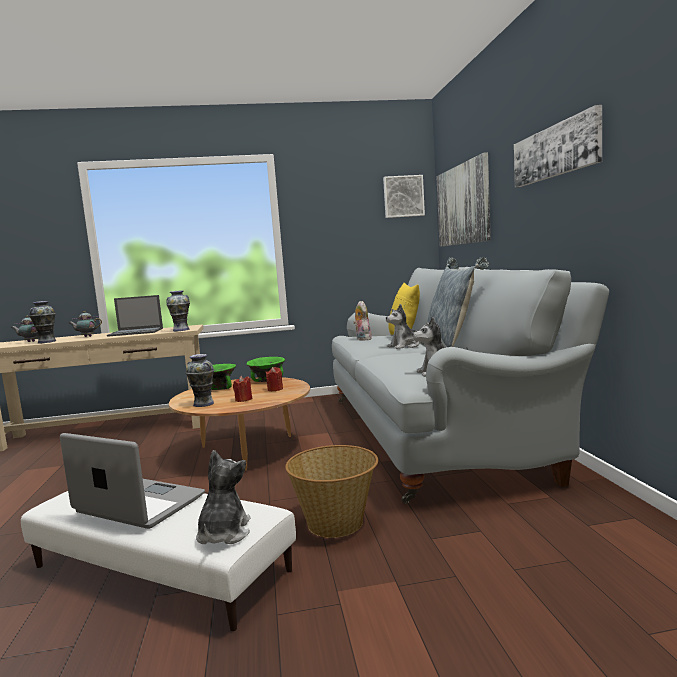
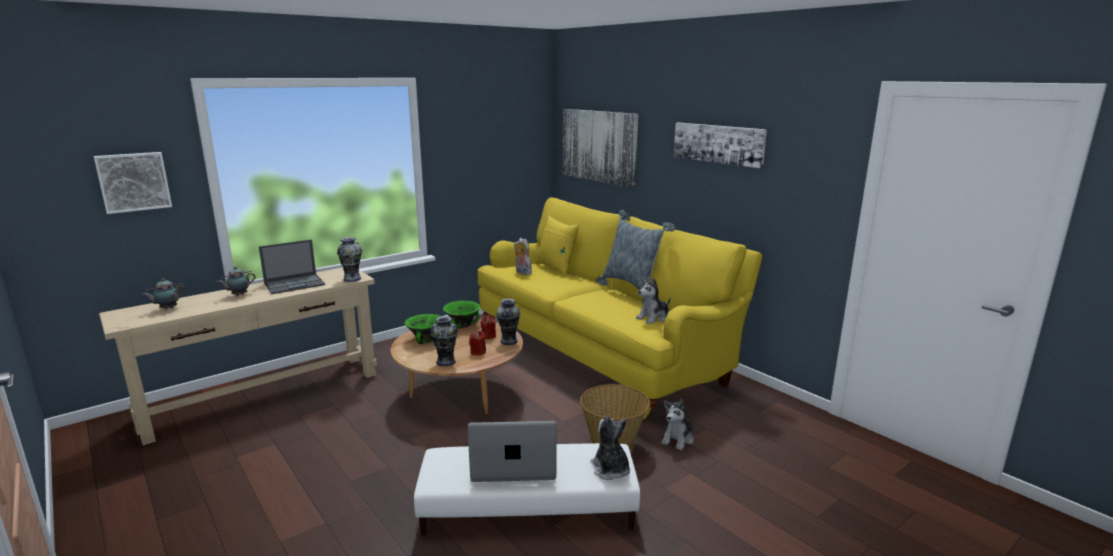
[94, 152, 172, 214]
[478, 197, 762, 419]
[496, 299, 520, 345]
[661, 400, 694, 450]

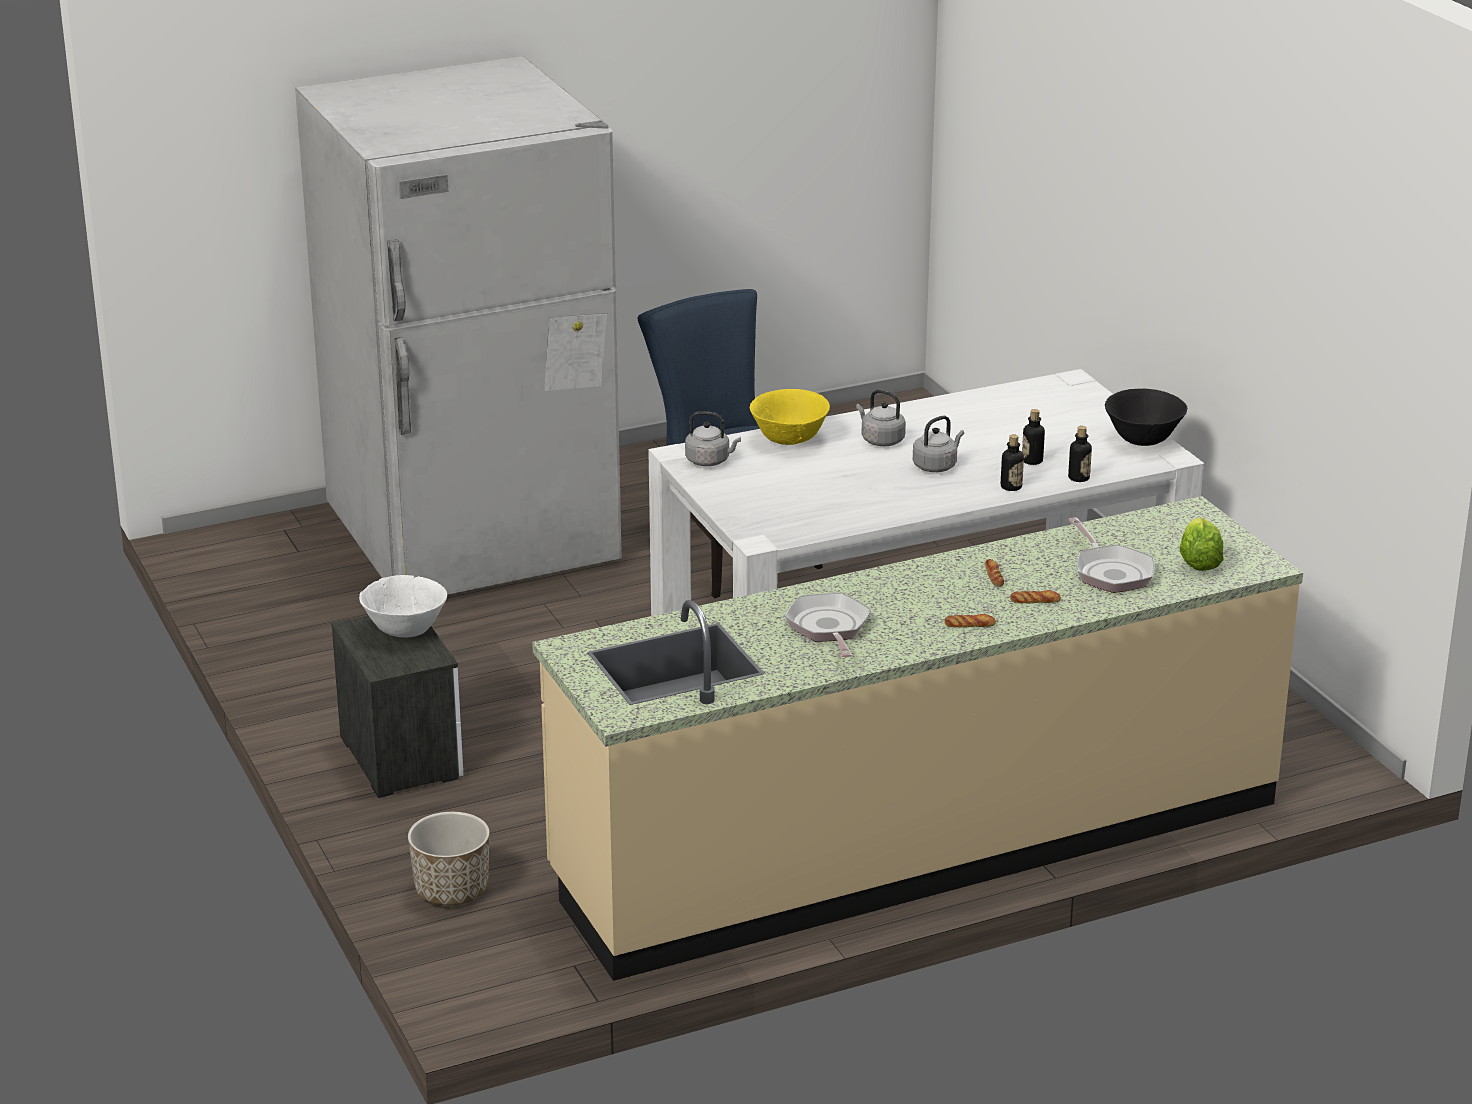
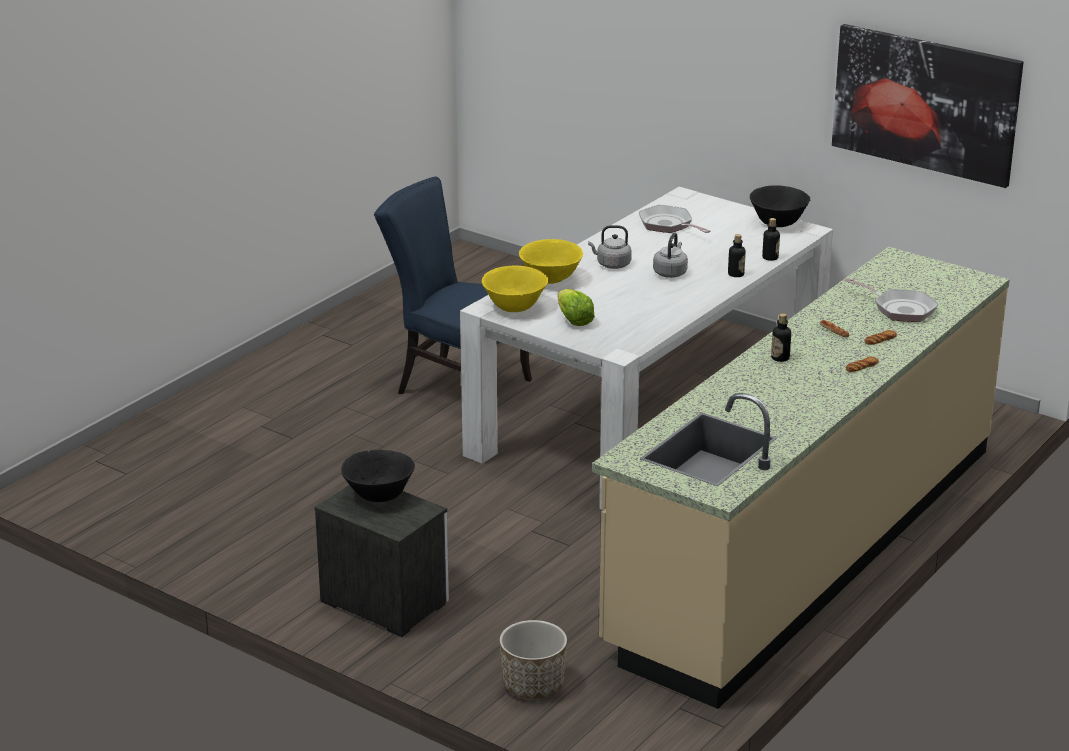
[295, 56, 622, 595] (first image)
[771, 313, 791, 362]
[482, 266, 548, 312]
[557, 289, 595, 326]
[341, 450, 415, 502]
[639, 205, 711, 233]
[832, 24, 1024, 188]

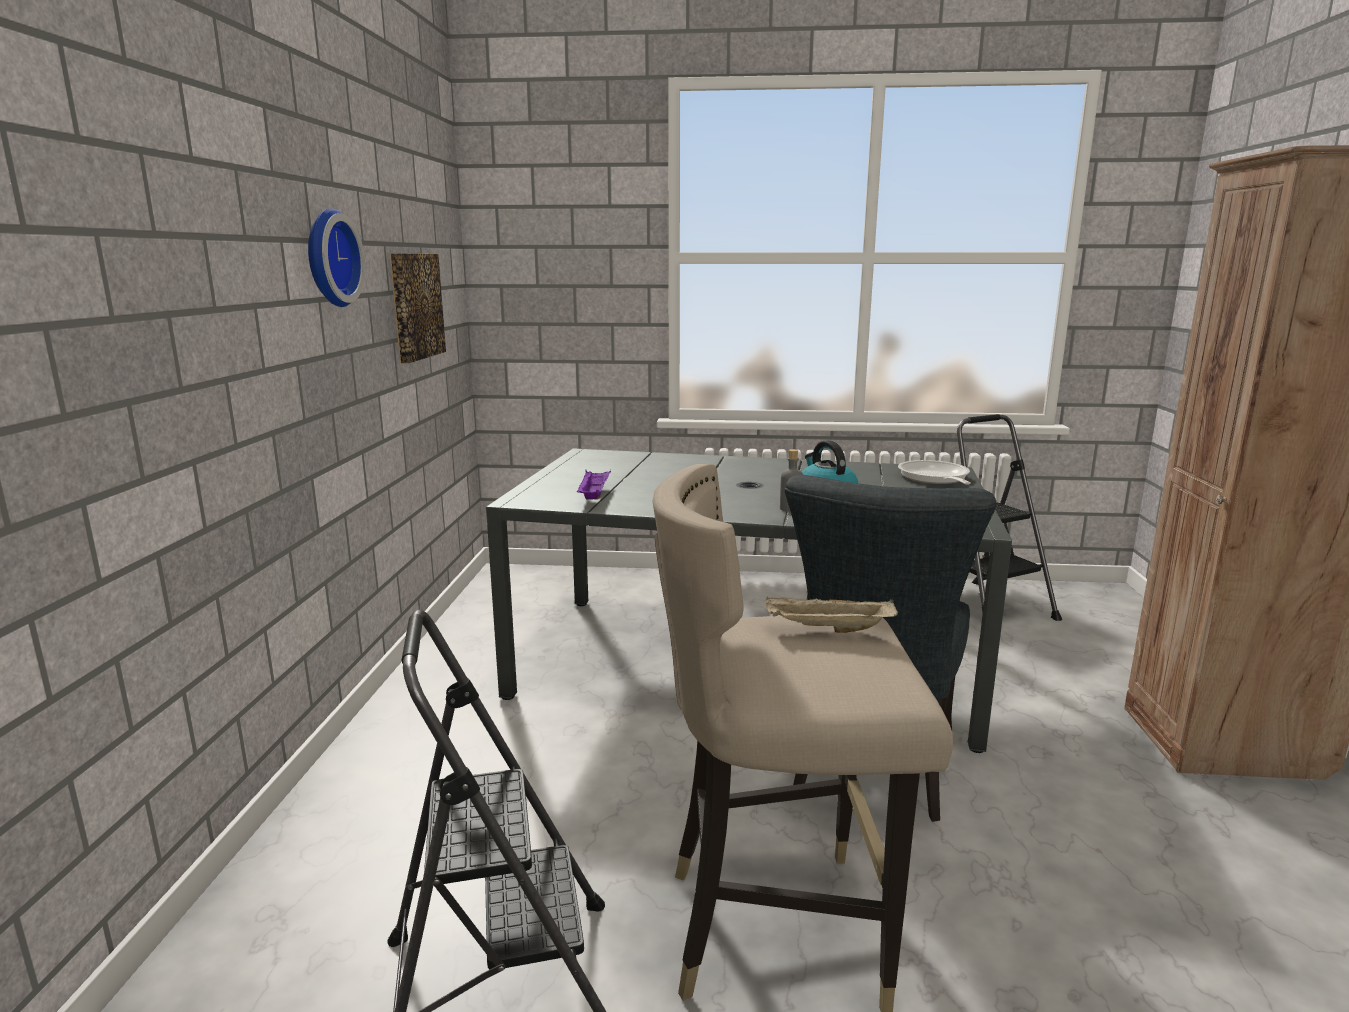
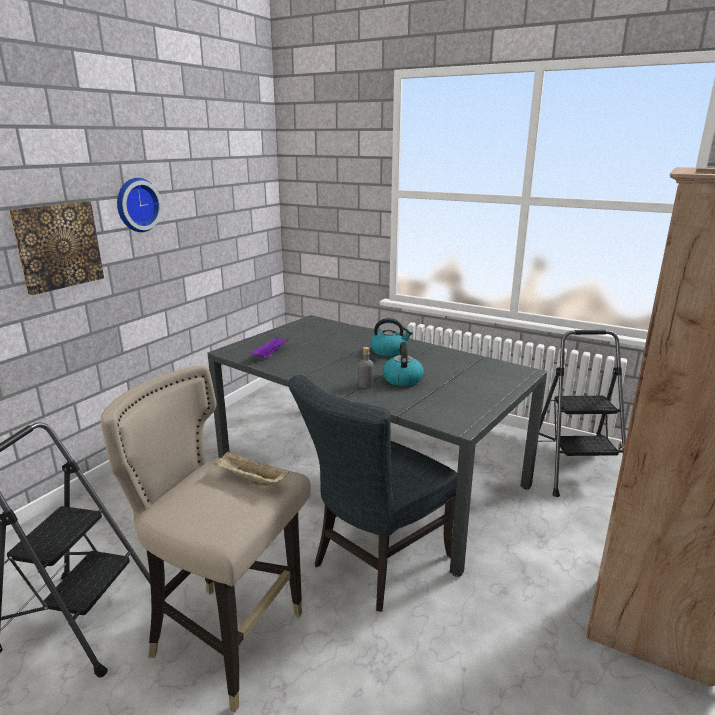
[9, 202, 104, 295]
[898, 460, 971, 485] (first image)
[370, 318, 412, 356]

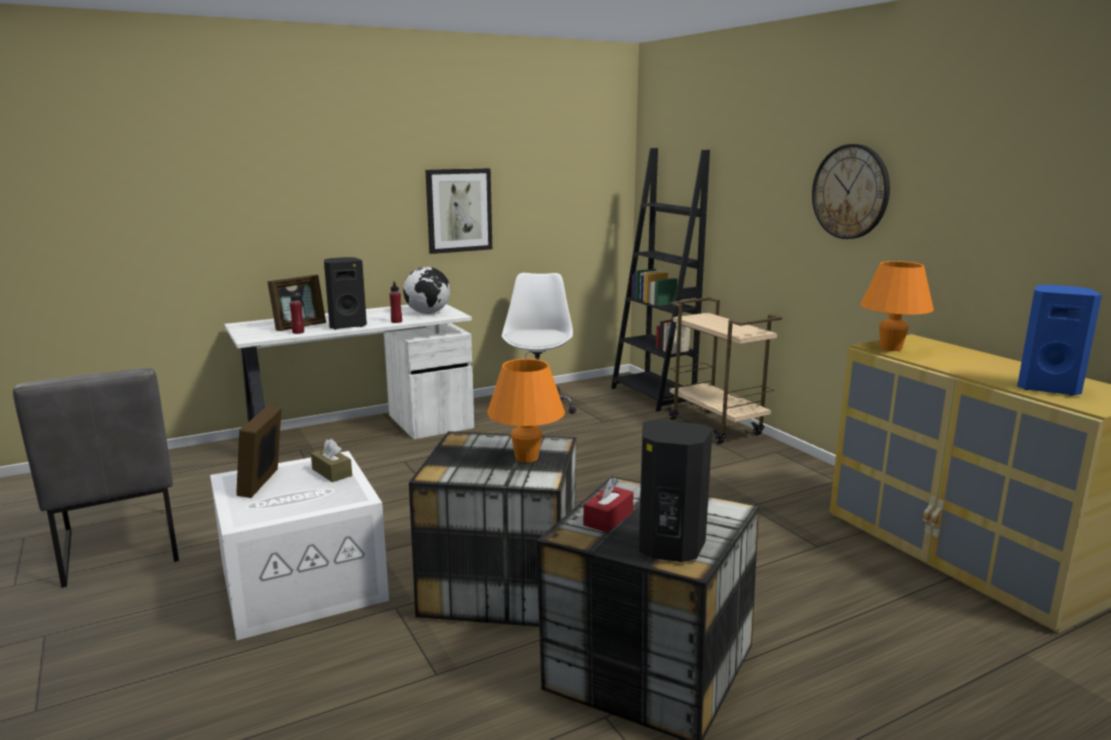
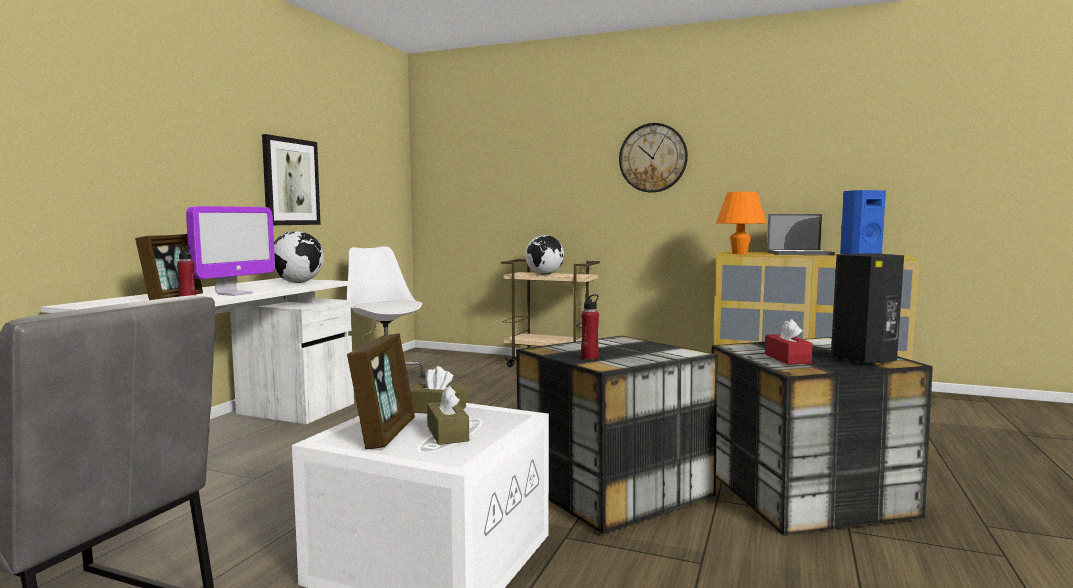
[611, 148, 710, 412] (first image)
[186, 206, 275, 296]
[581, 294, 599, 359]
[487, 359, 565, 463] (first image)
[347, 333, 415, 449]
[767, 214, 835, 255]
[525, 235, 564, 275]
[427, 386, 469, 445]

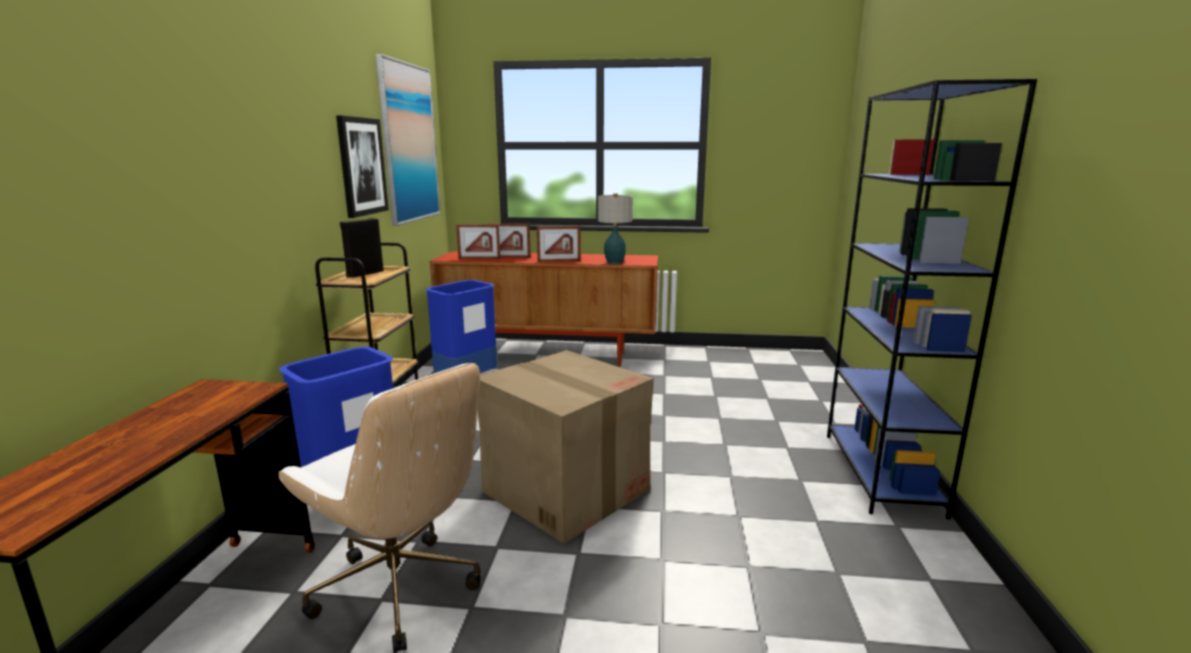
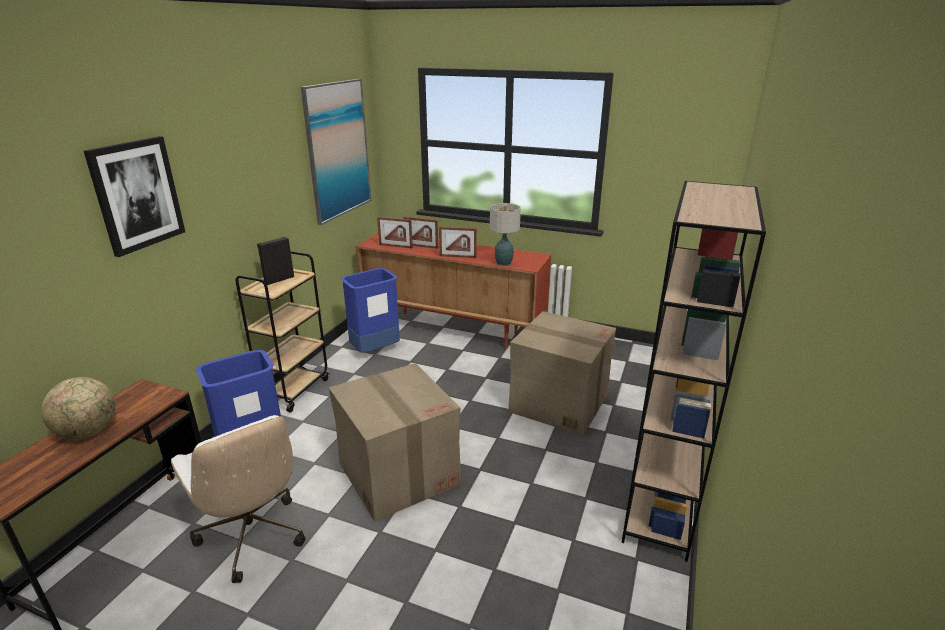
[621, 181, 766, 562]
[84, 136, 185, 257]
[508, 311, 616, 436]
[41, 377, 115, 439]

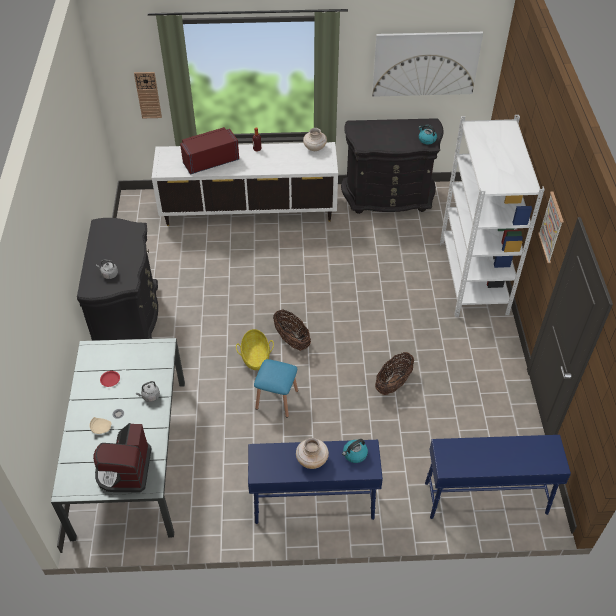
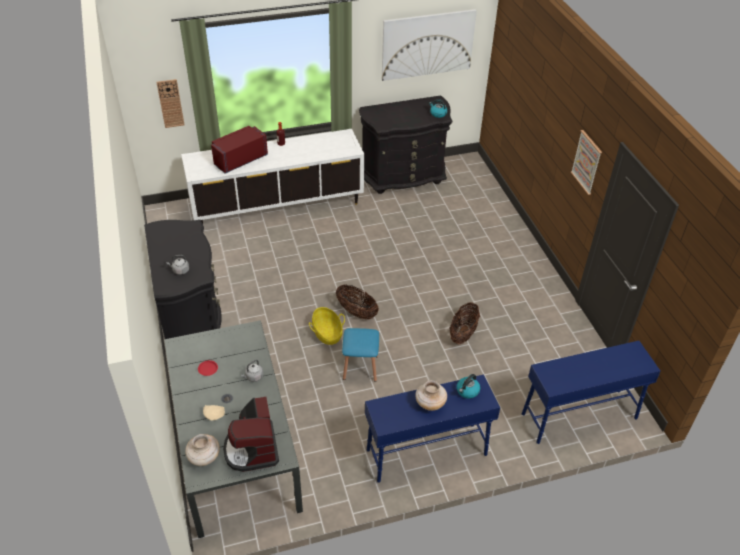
[440, 115, 545, 317] (first image)
[185, 434, 220, 466]

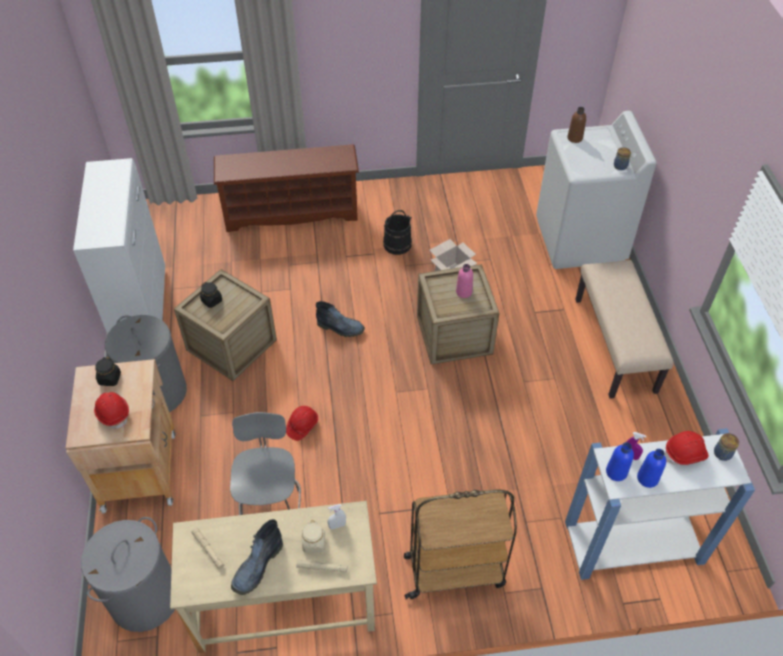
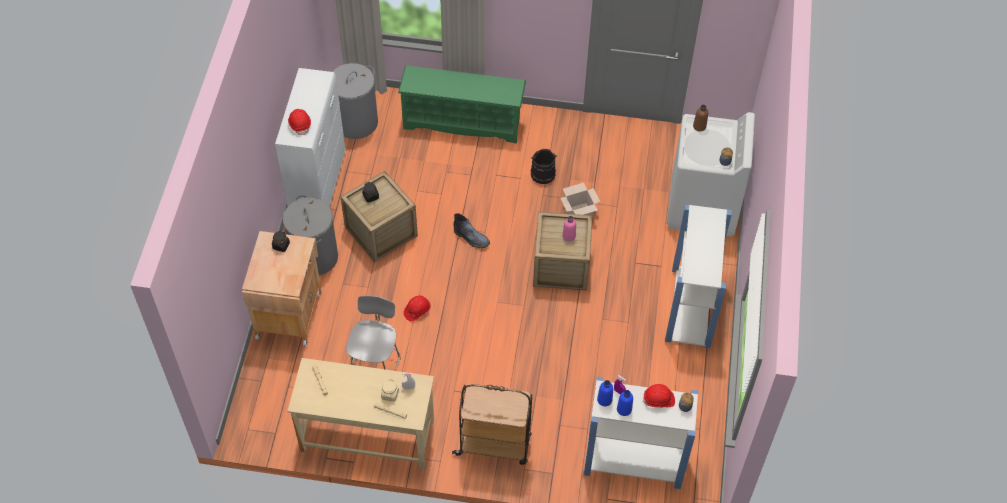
[398, 65, 526, 143]
[665, 205, 732, 348]
[288, 109, 311, 135]
[333, 63, 378, 139]
[231, 519, 283, 595] (first image)

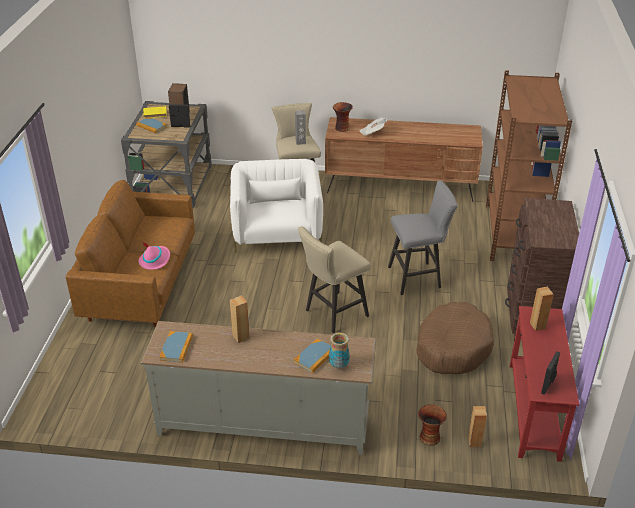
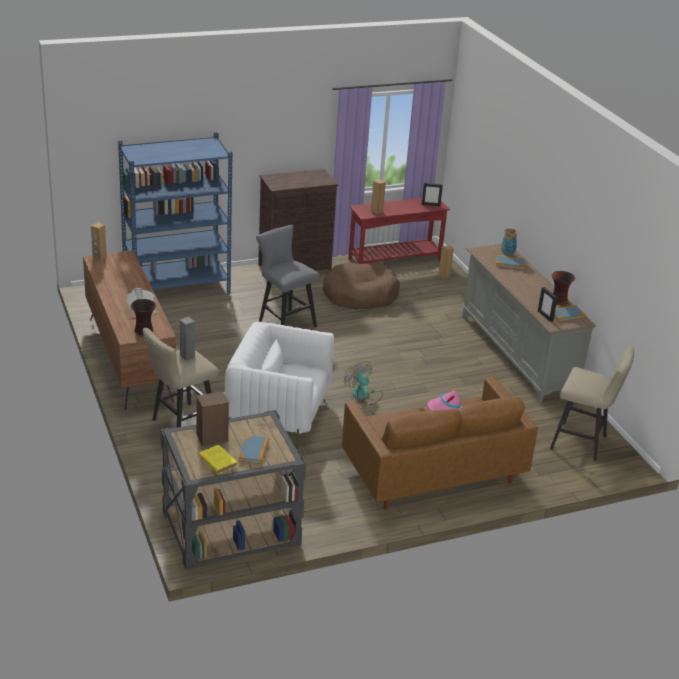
[118, 132, 232, 294]
[538, 287, 558, 322]
[225, 322, 334, 449]
[550, 347, 634, 461]
[91, 222, 107, 262]
[552, 271, 575, 305]
[344, 360, 383, 405]

